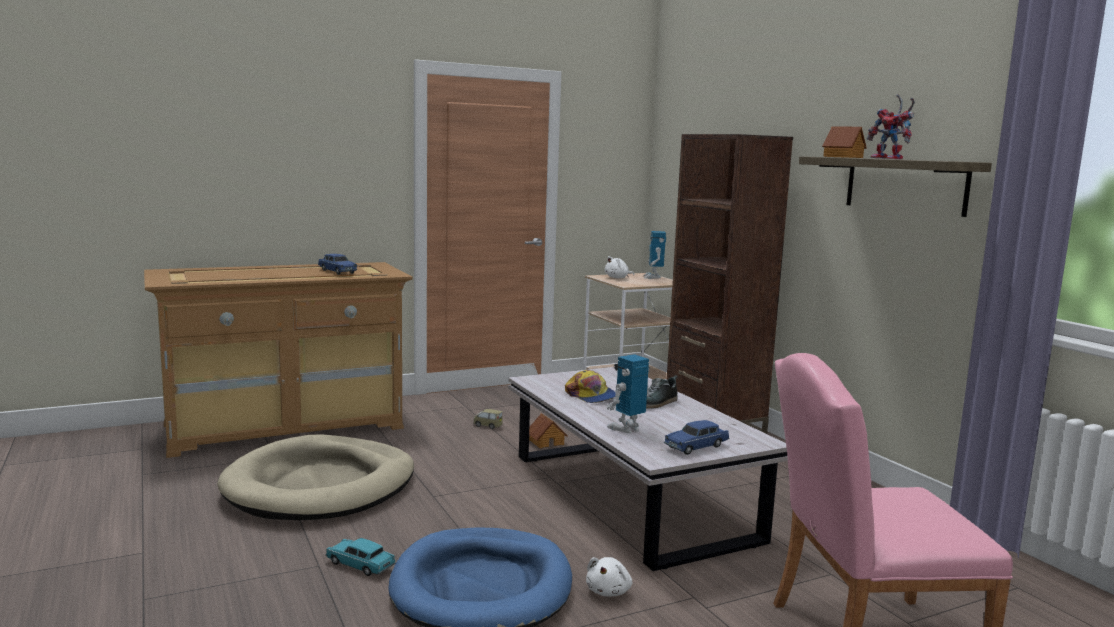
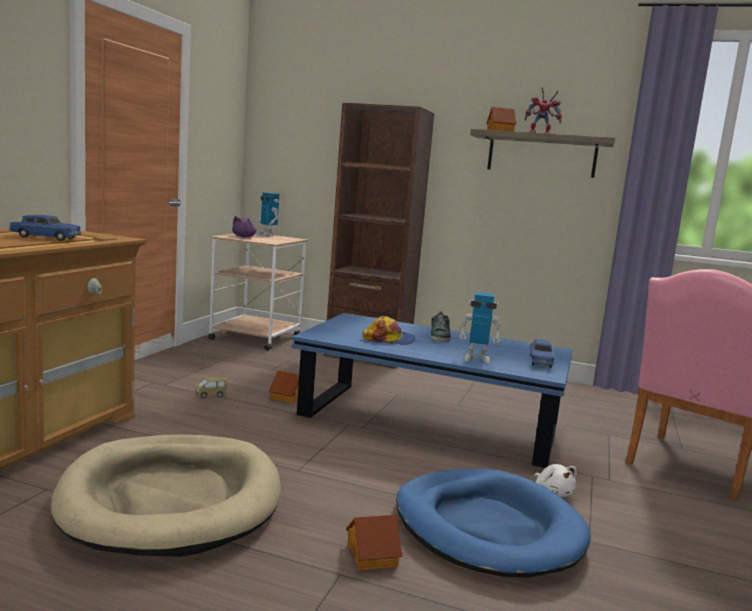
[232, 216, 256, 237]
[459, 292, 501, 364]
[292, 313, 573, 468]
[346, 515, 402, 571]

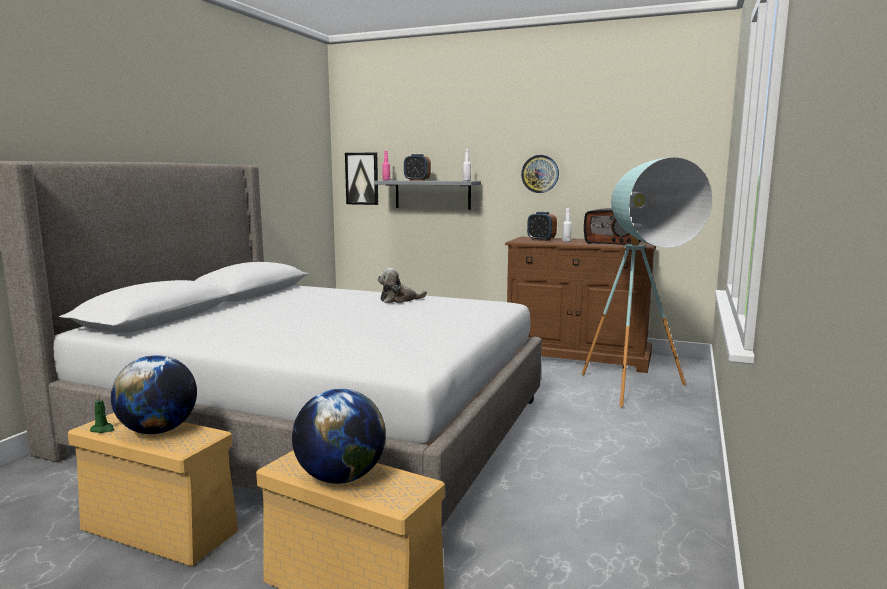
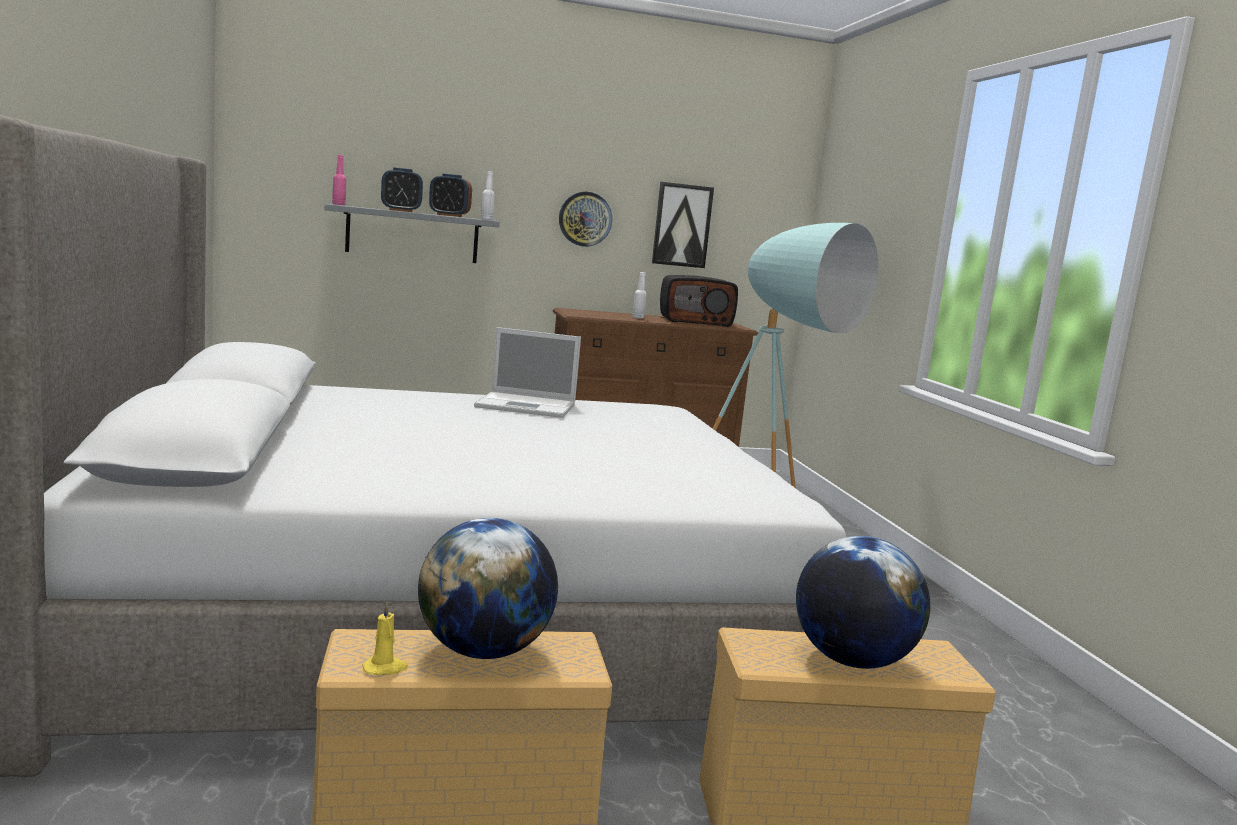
[652, 182, 714, 268]
[429, 173, 472, 217]
[474, 327, 581, 418]
[363, 602, 408, 675]

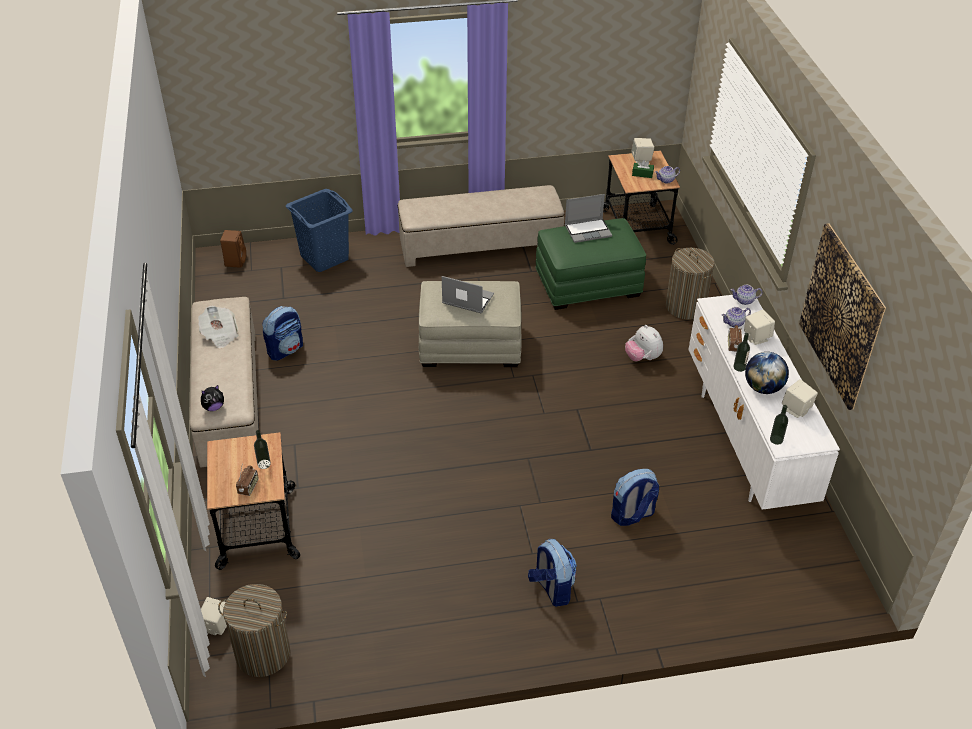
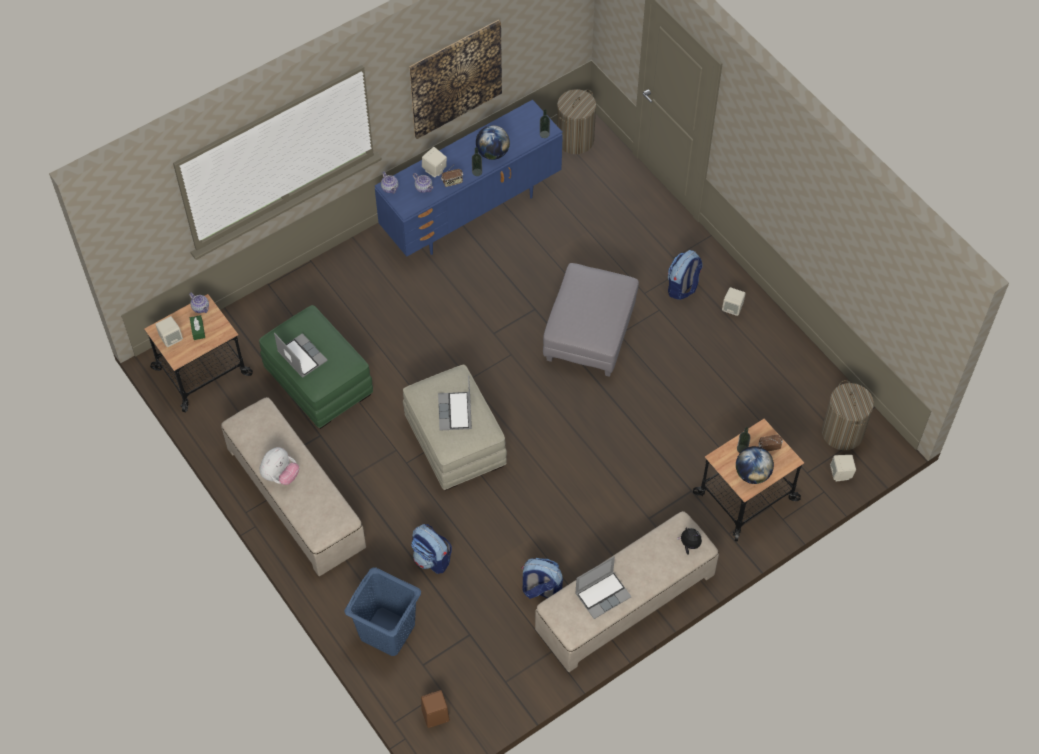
[557, 89, 596, 154]
[375, 100, 563, 256]
[576, 556, 632, 619]
[260, 447, 299, 485]
[722, 287, 746, 316]
[411, 524, 452, 574]
[543, 263, 639, 377]
[736, 446, 774, 484]

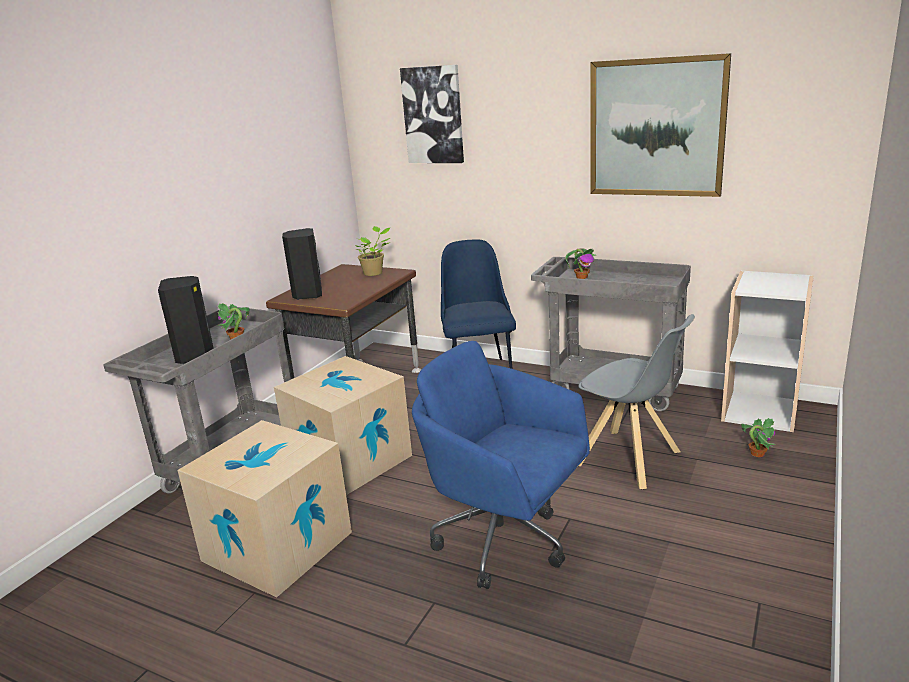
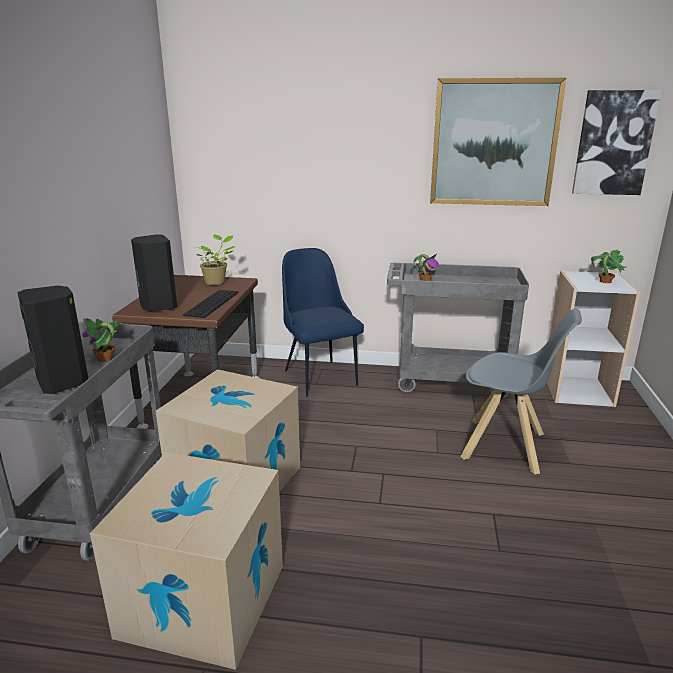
[572, 90, 661, 195]
[412, 341, 590, 589] (first image)
[591, 250, 626, 283]
[183, 290, 239, 318]

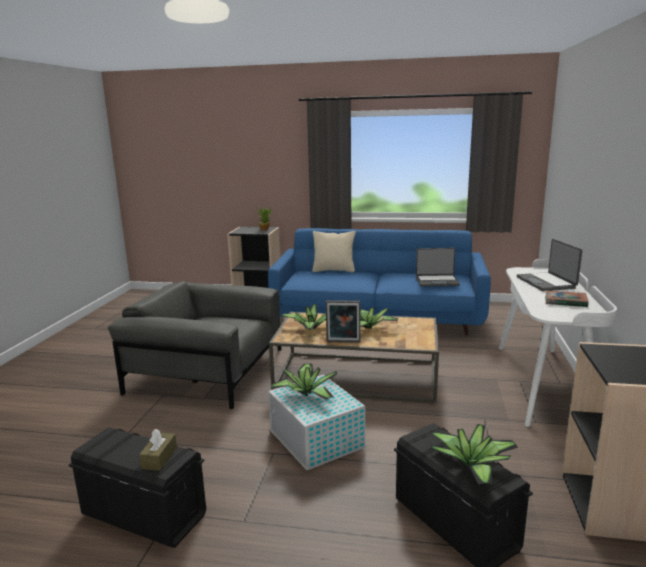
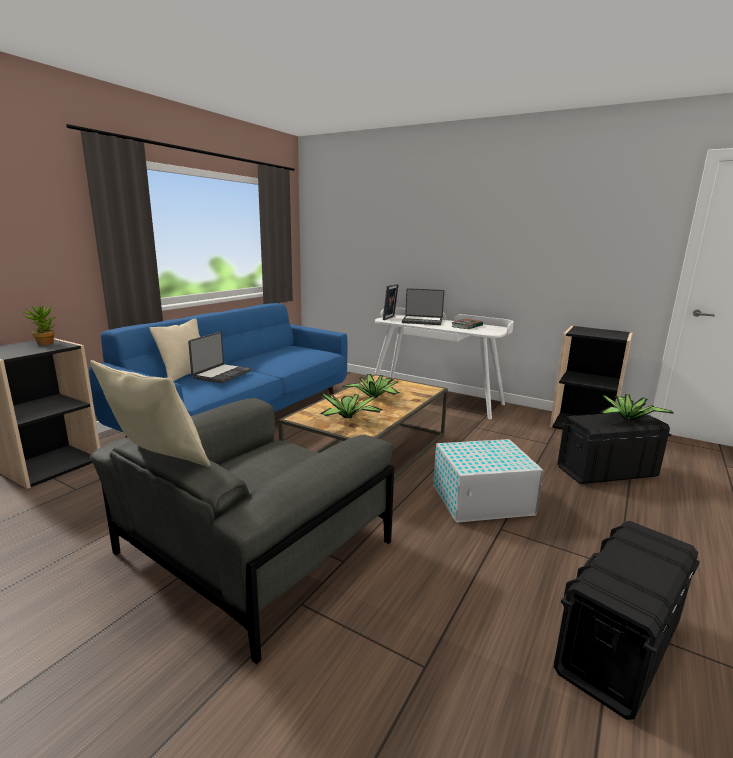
[188, 332, 251, 383]
[383, 284, 399, 320]
[271, 363, 337, 400] (first image)
[139, 429, 177, 471] (first image)
[90, 360, 211, 467]

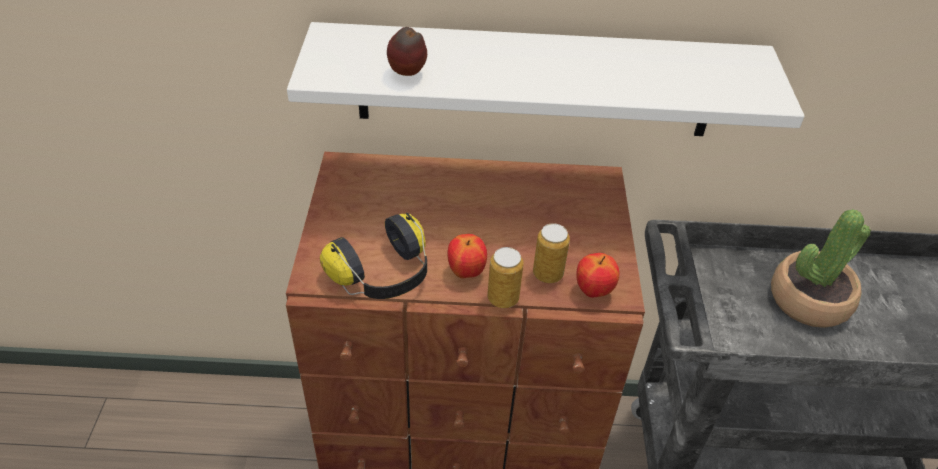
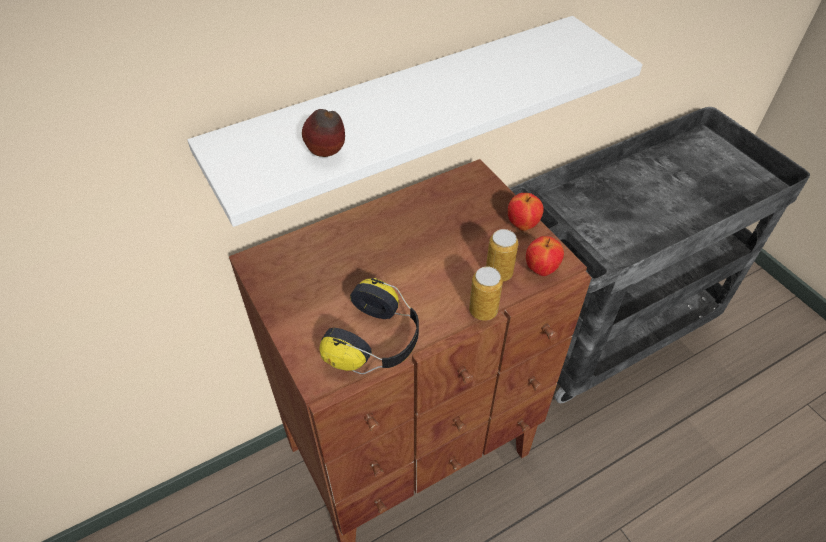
[771, 209, 871, 328] (first image)
[508, 193, 544, 231]

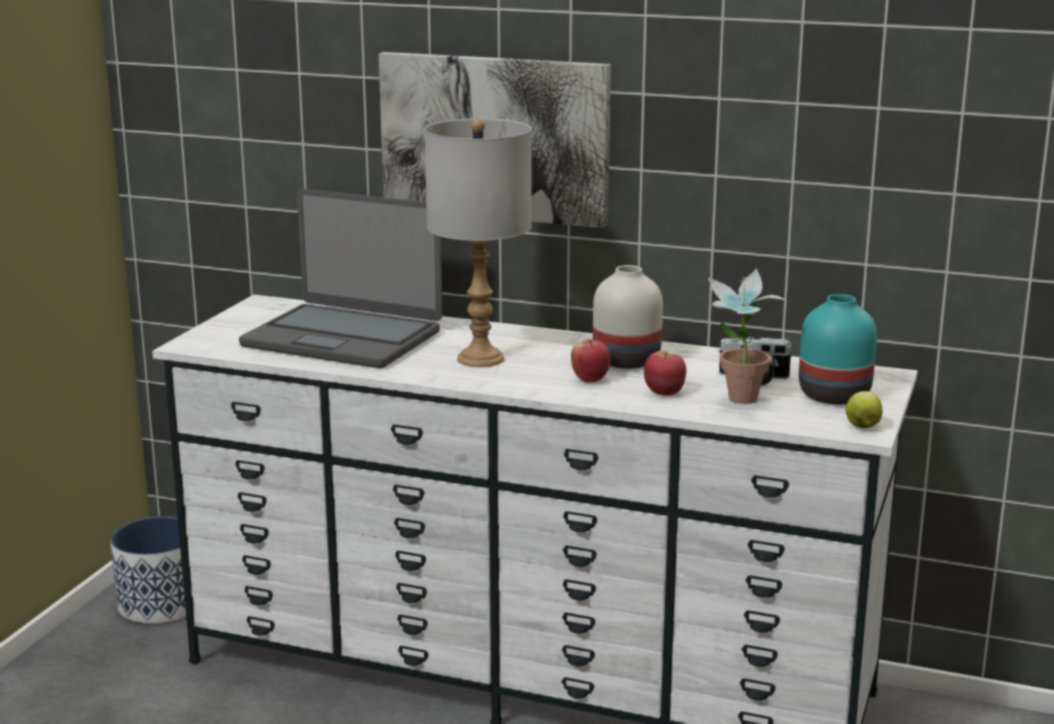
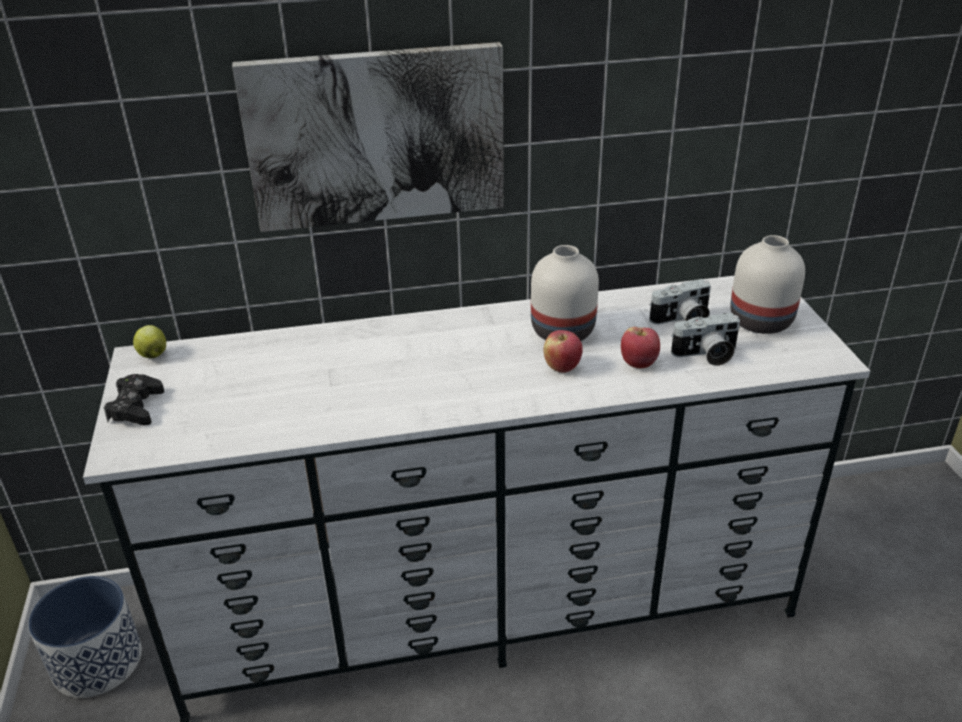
[425, 118, 532, 367] (first image)
[239, 189, 442, 368] (first image)
[671, 313, 740, 366]
[730, 235, 805, 334]
[133, 325, 166, 358]
[104, 374, 165, 425]

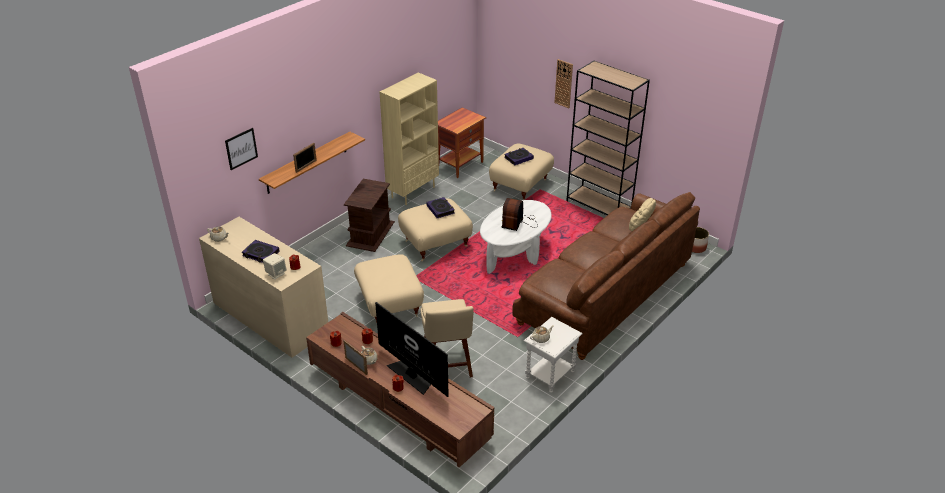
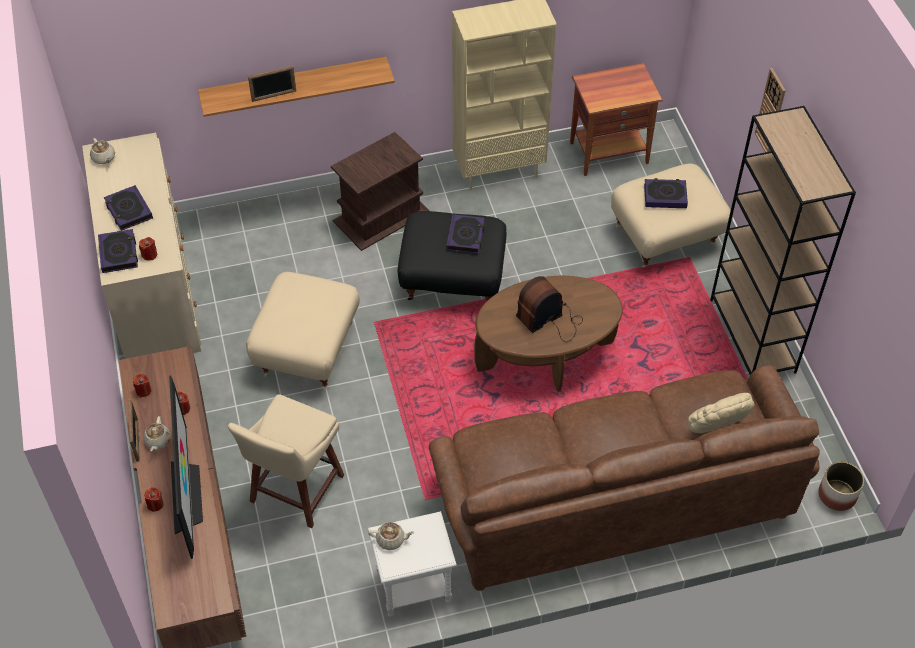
[225, 128, 258, 170] (first image)
[398, 211, 506, 301]
[474, 276, 623, 392]
[98, 229, 138, 273]

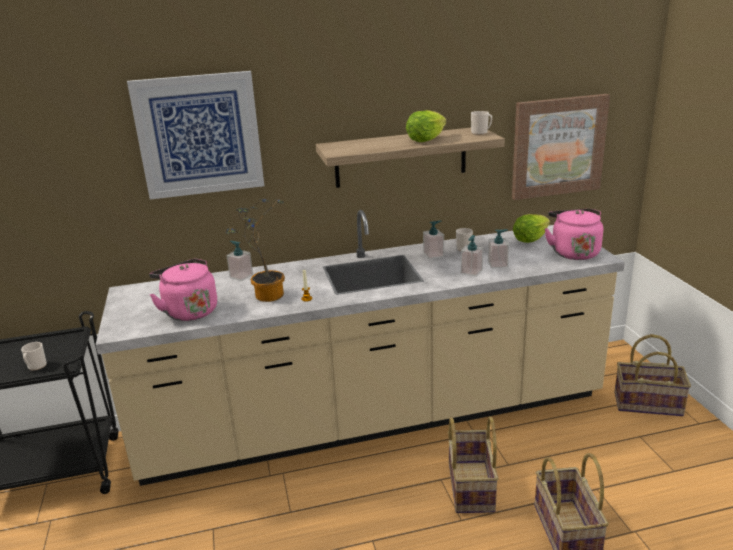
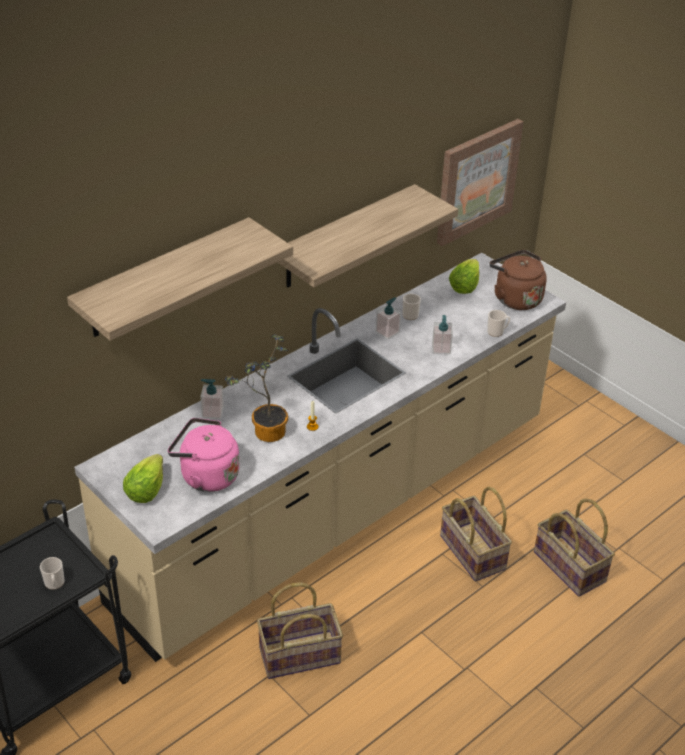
[67, 217, 293, 341]
[123, 454, 163, 503]
[487, 310, 510, 337]
[490, 250, 547, 310]
[488, 229, 509, 269] (first image)
[257, 582, 343, 679]

